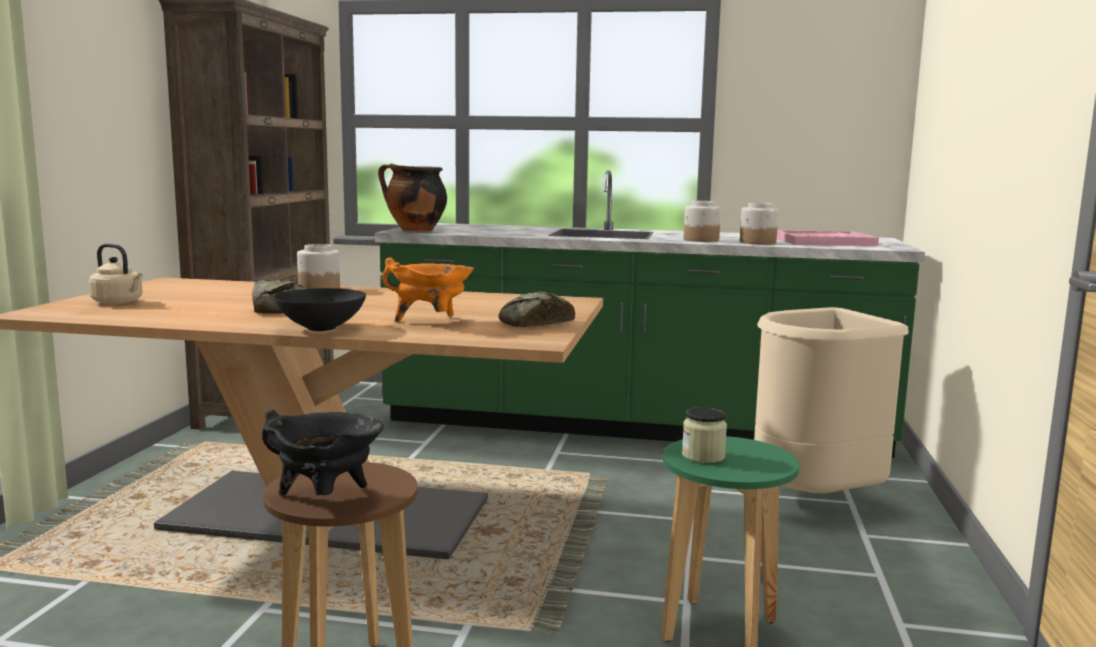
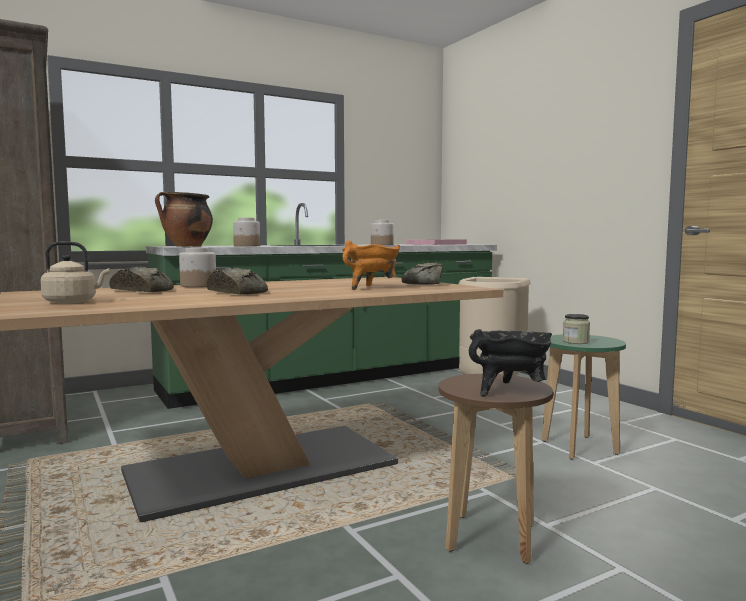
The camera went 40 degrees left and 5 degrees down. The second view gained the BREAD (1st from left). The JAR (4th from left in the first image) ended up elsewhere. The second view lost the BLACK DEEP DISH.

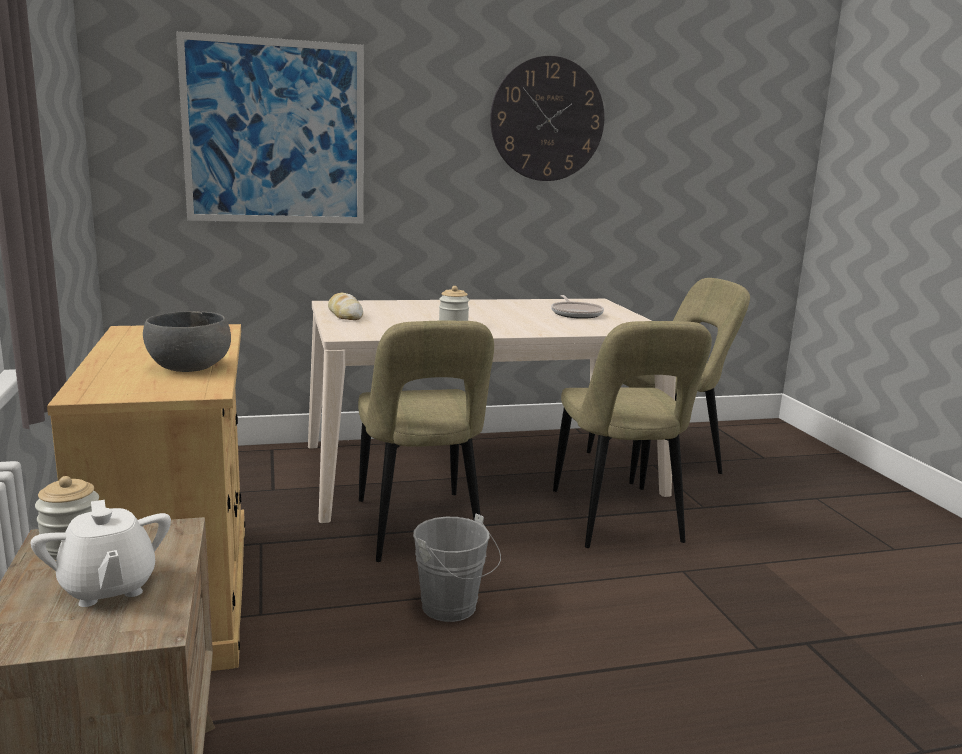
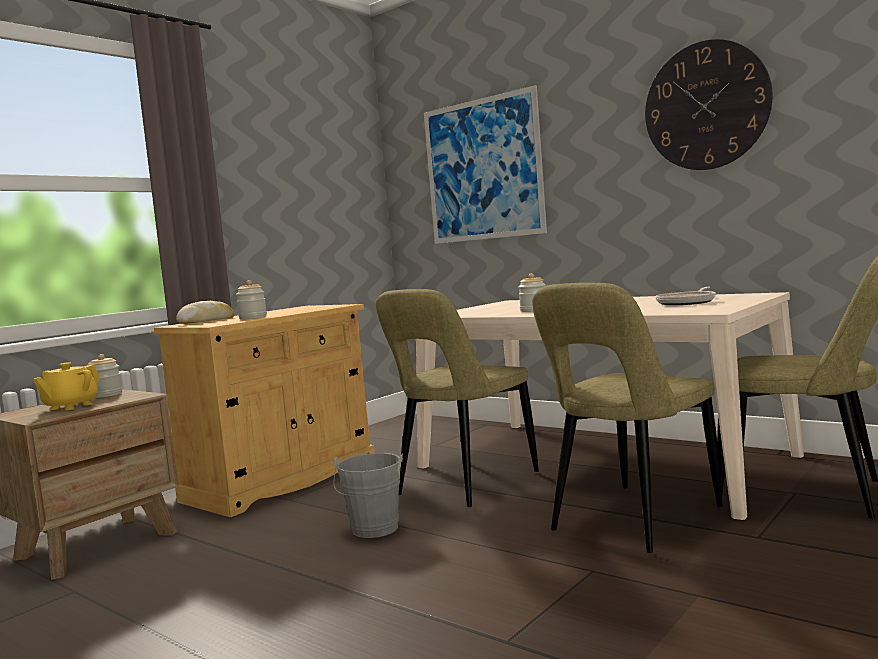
The camera went 55 degrees right and 10 degrees down. What was the WHITE-COLOURED POT FOR TEA turned into the YELLOWISH POT FOR TEA. The BREAD ended up elsewhere. Where the GREY DEEP DISH stood, the JAR (2nd from left) came to stand.

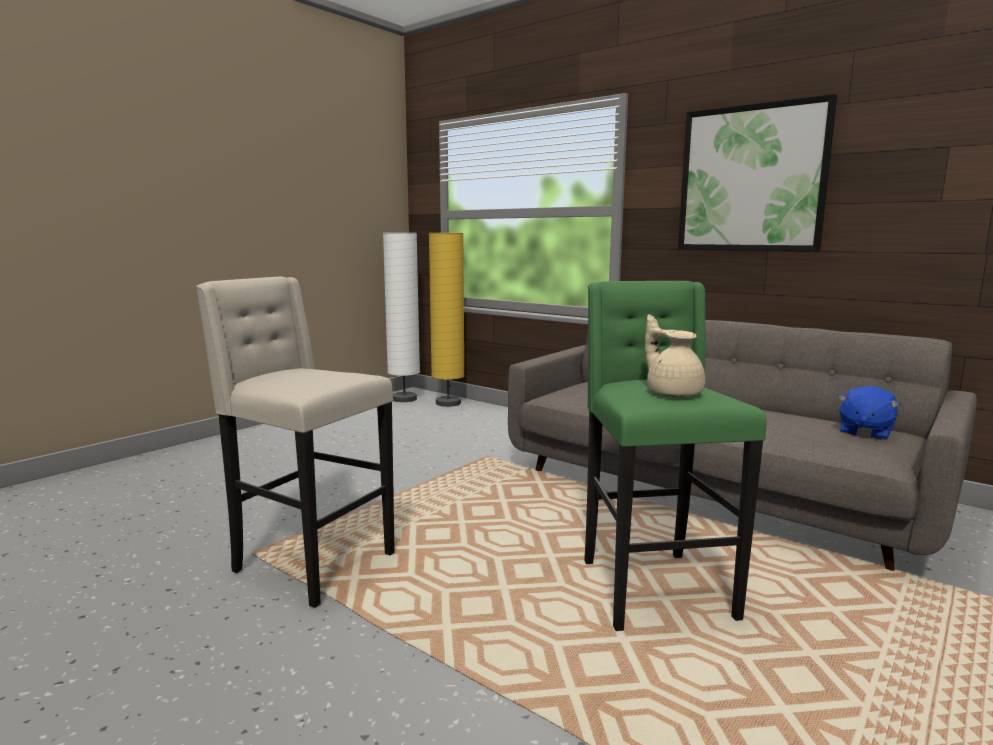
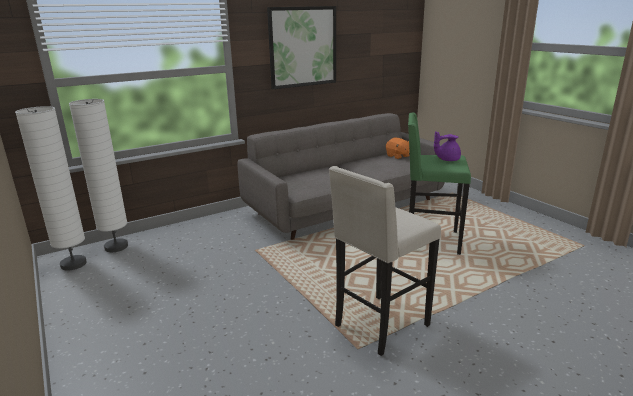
The camera went 70 degrees left and 10 degrees up. What was the YELLOWISH FLOOR LAMP turned into the WHITE-COLOURED FLOOR LAMP (2nd from left). What was the BLUE-COLOURED SOFT TOY turned into the ORANGE SOFT TOY. What was the BEIGE-COLOURED POT FOR TEA turned into the PURPLE POT FOR TEA.

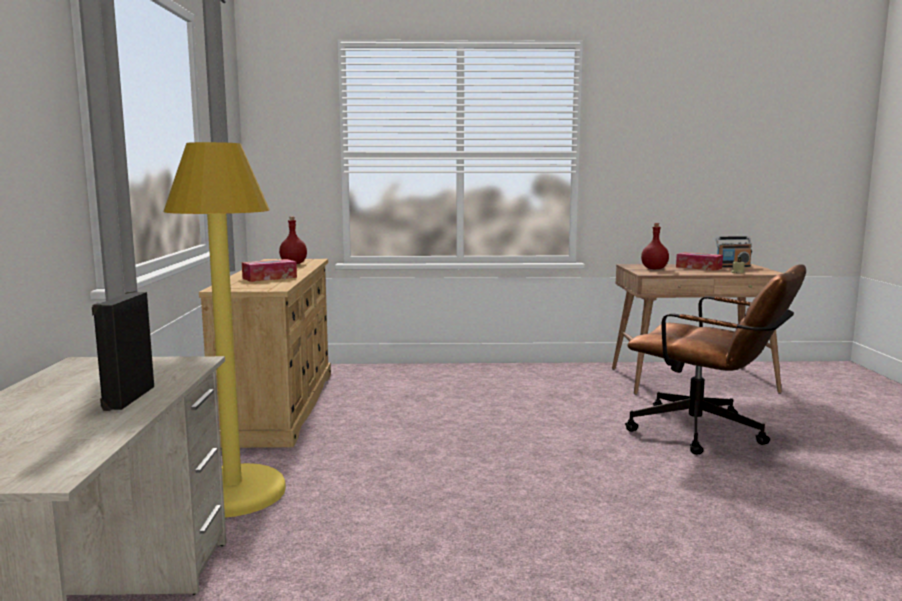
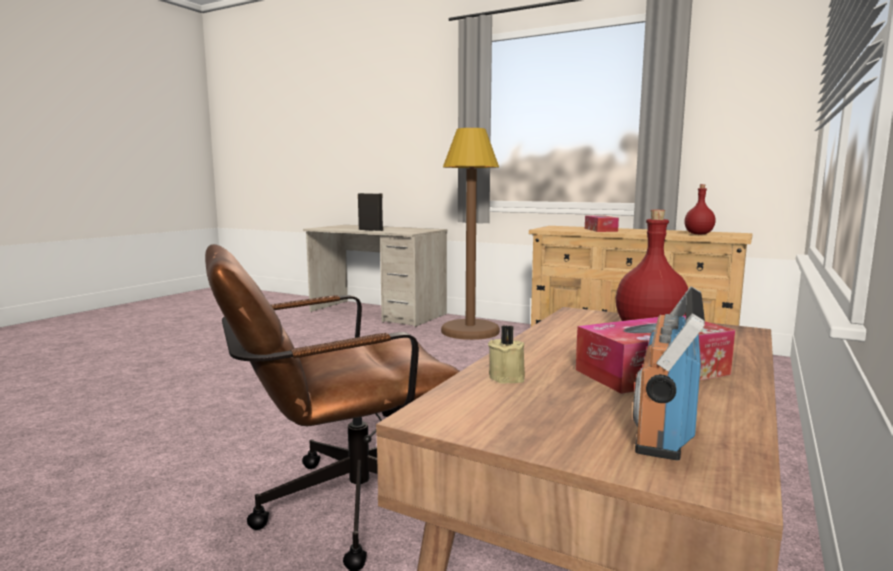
The camera went 120 degrees right and 0 degrees up. What was the YELLOWISH FLOOR LAMP turned into the BROWNISH FLOOR LAMP.

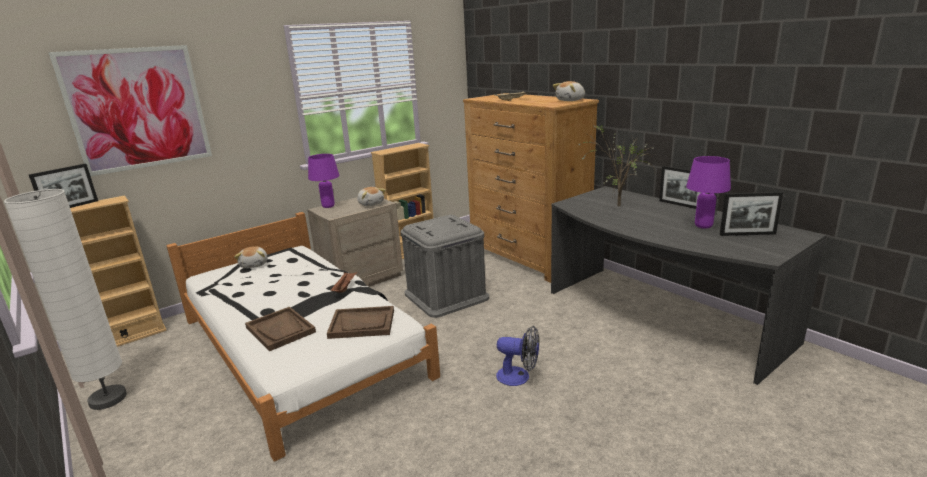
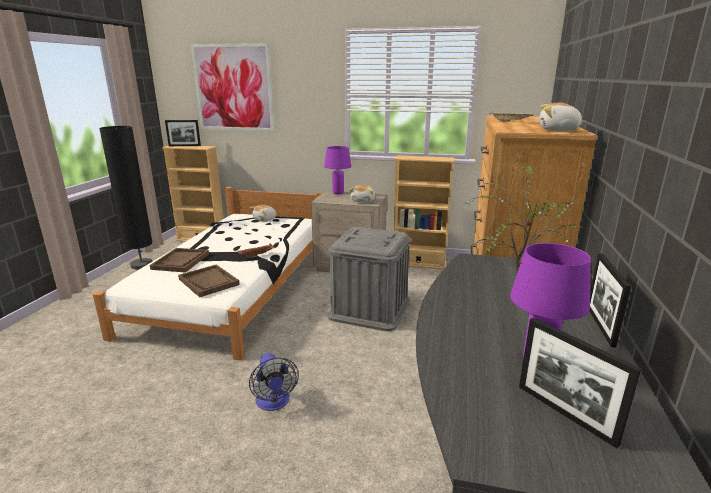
The camera went 50 degrees right and 0 degrees up. What was the WHITE-COLOURED FLOOR LAMP turned into the BLACK FLOOR LAMP.

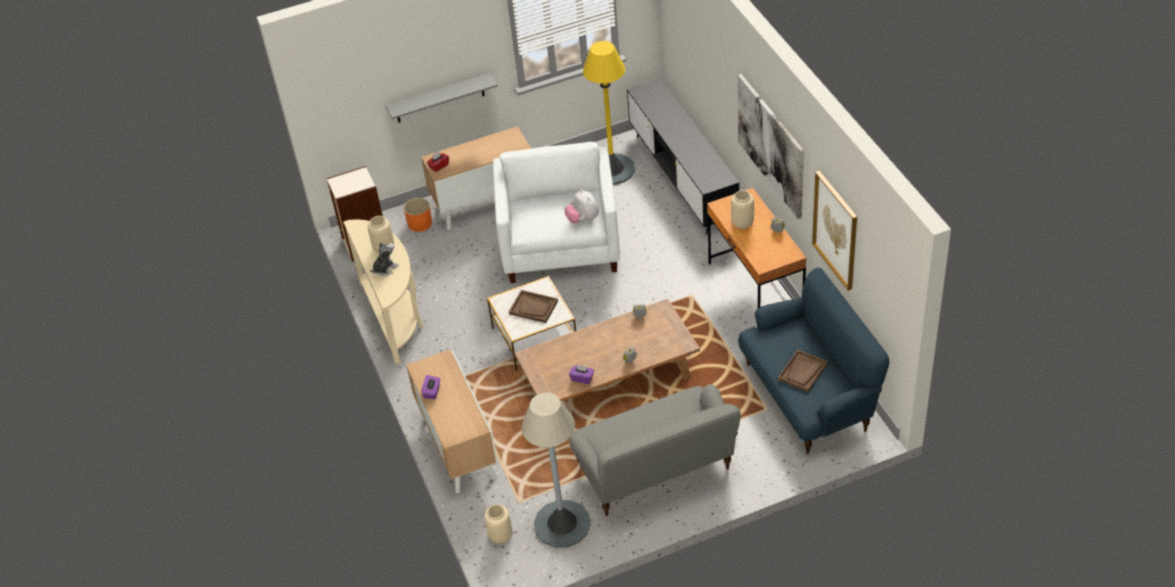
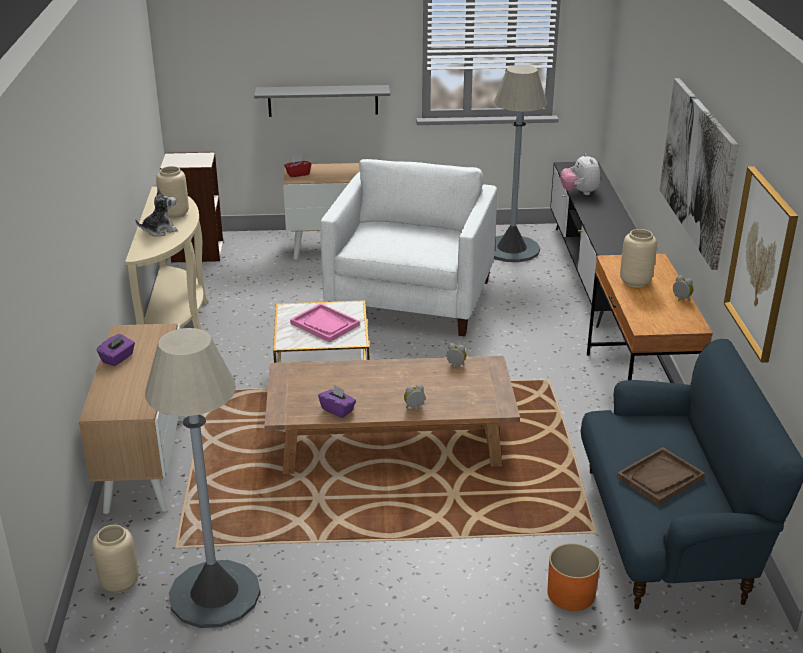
The camera went 15 degrees right and 15 degrees down. What was the BROWNISH SERVING TRAY (1st from left) turned into the PINK-COLOURED SERVING TRAY. What was the YELLOWISH FLOOR LAMP turned into the GREY FLOOR LAMP (2nd from left). The ORANGE PLANTER ended up elsewhere. The SOFT TOY (2nd from left) ended up elsewhere. The second view lost the GREY SOFA.

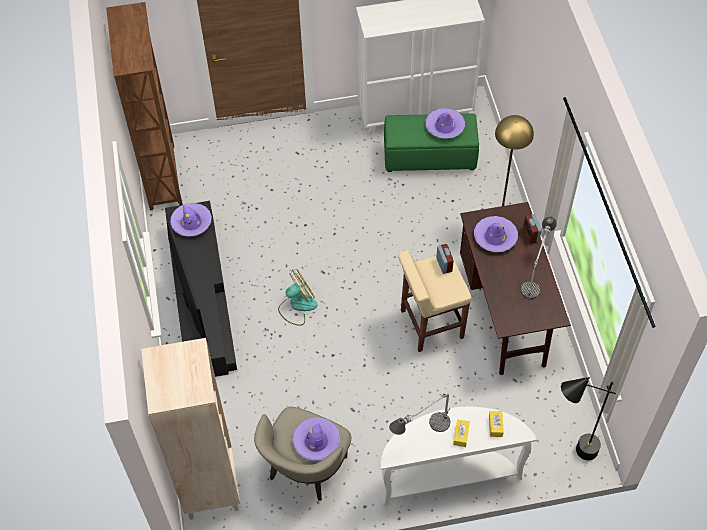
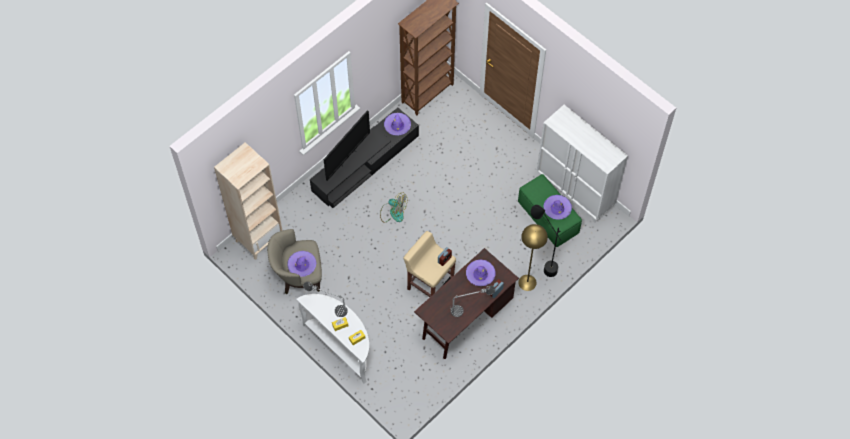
The camera went 55 degrees right and 5 degrees up. The BLACK FLOOR LAMP ended up elsewhere.

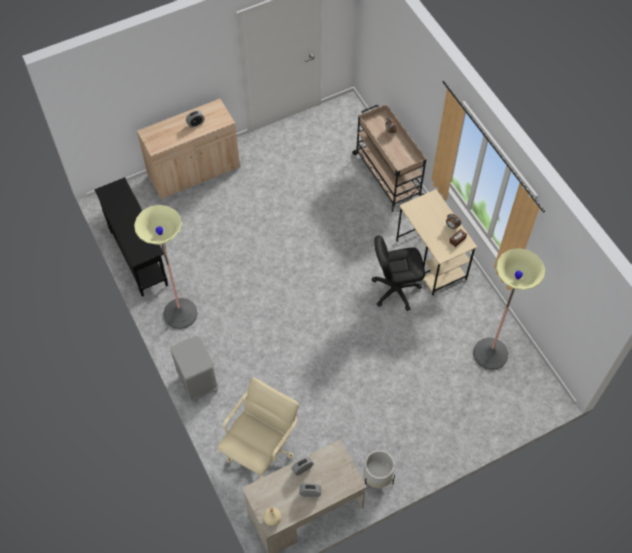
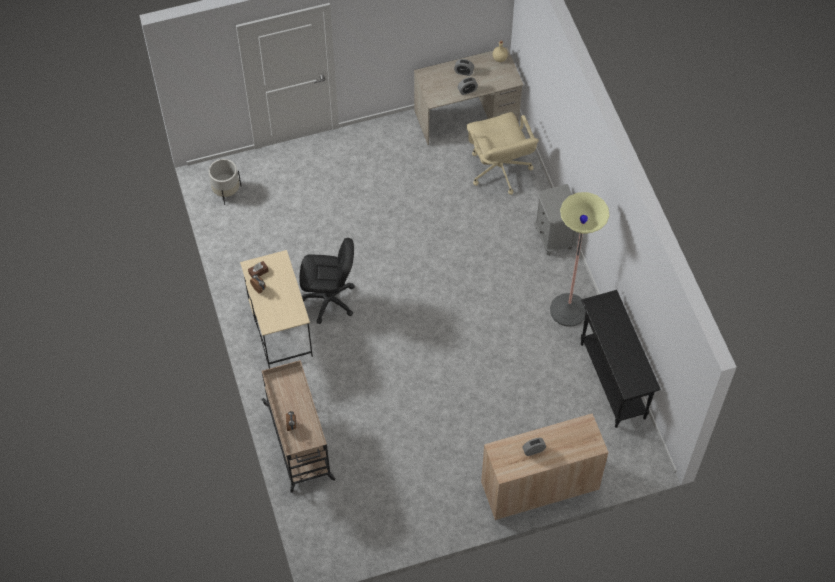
The camera went 170 degrees left and 0 degrees up. The WHITE-COLOURED PLANTER ended up elsewhere. The BEIGE-COLOURED DESK CHAIR ended up facing another way, 60 degrees counterclockwise from before. The second view lost the FLOOR LAMP (2nd from left).

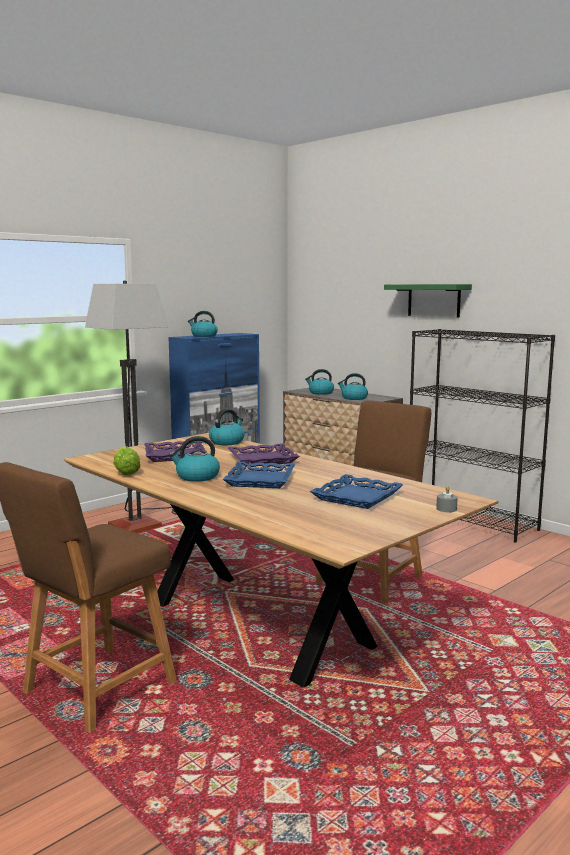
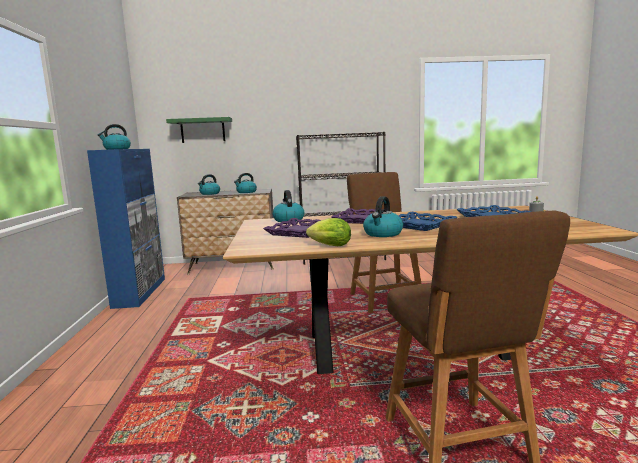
The camera went 50 degrees left and 0 degrees up. The GREENISH BRACKET SHELF ended up elsewhere. The second view lost the FLOOR LAMP.

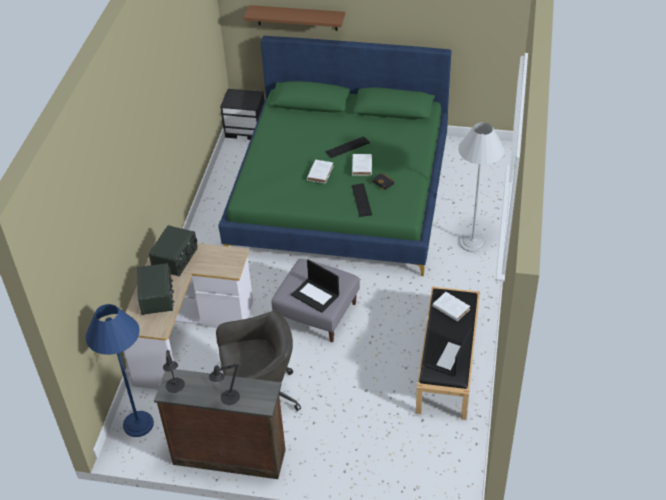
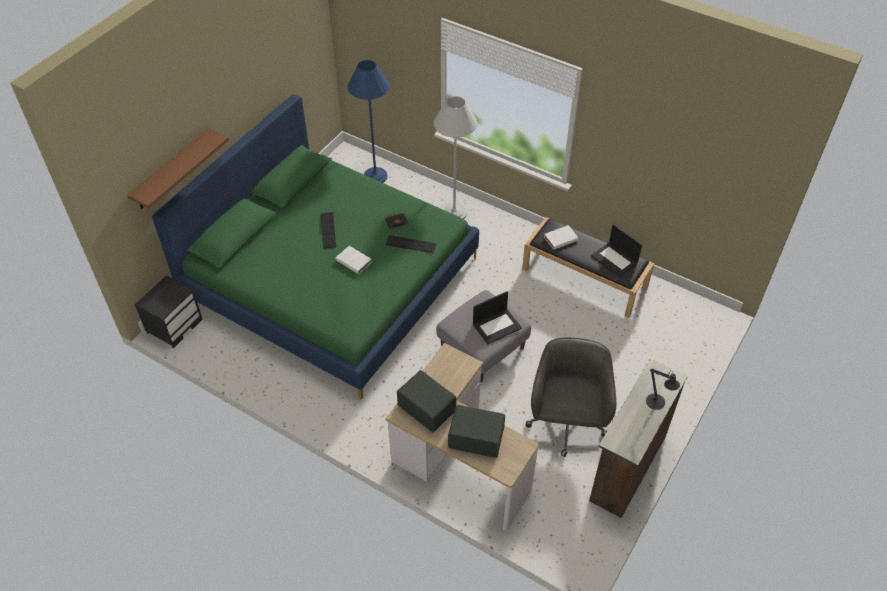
The camera went 70 degrees left and 5 degrees up. The BLUE-COLOURED FLOOR LAMP ended up elsewhere. The second view lost the BLACK TABLETOP LAMP (1st from left). The second view lost the WHITE-COLOURED BOUND BOOK (2nd from left).

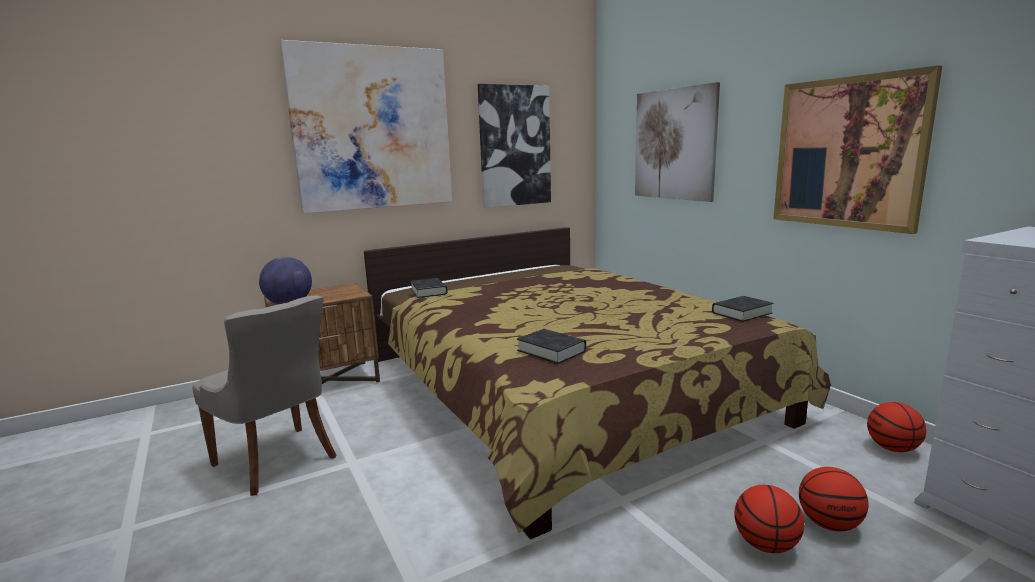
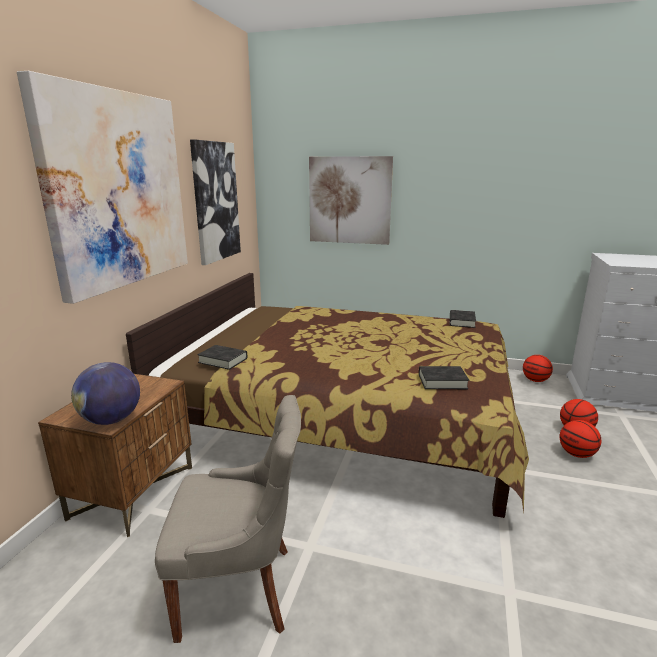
The camera went 45 degrees left and 5 degrees up. The second view lost the WALL ART (4th from left).

